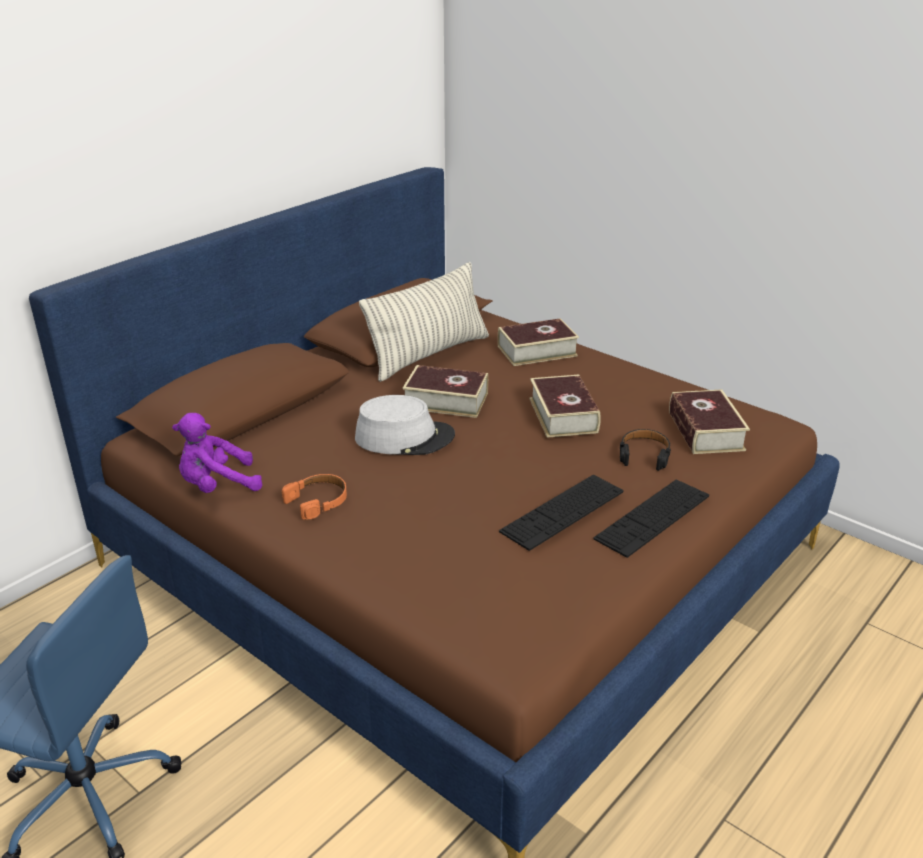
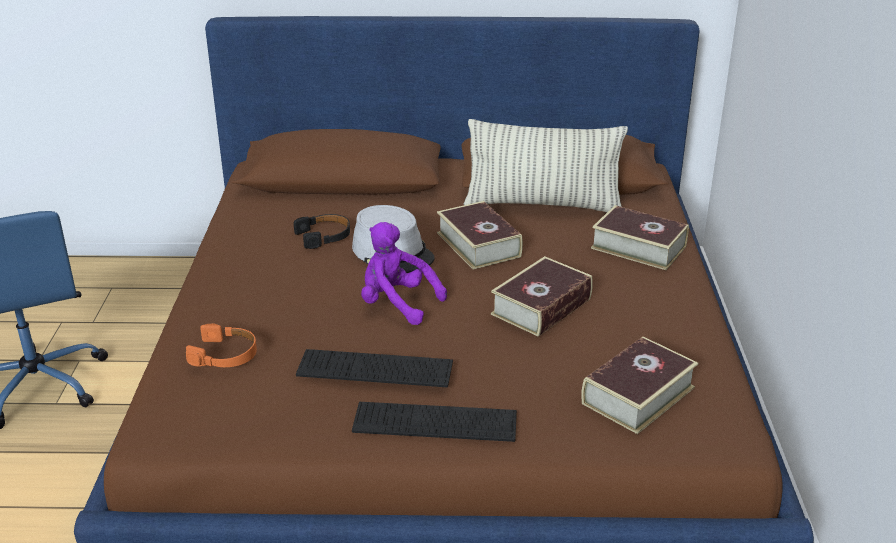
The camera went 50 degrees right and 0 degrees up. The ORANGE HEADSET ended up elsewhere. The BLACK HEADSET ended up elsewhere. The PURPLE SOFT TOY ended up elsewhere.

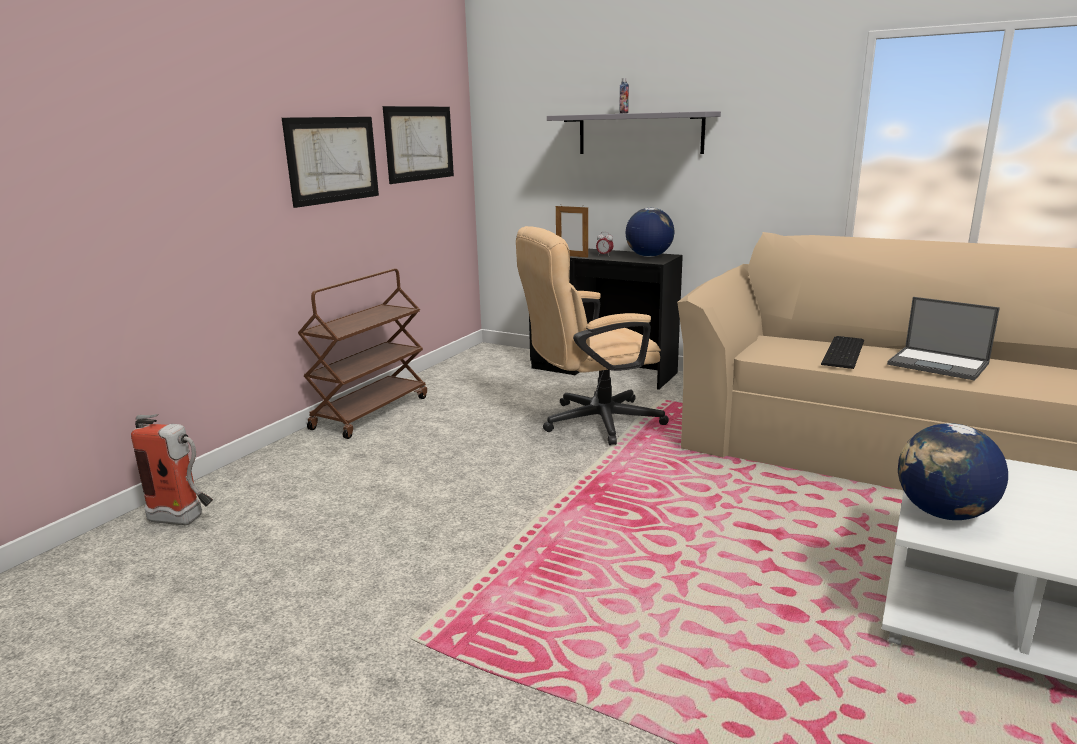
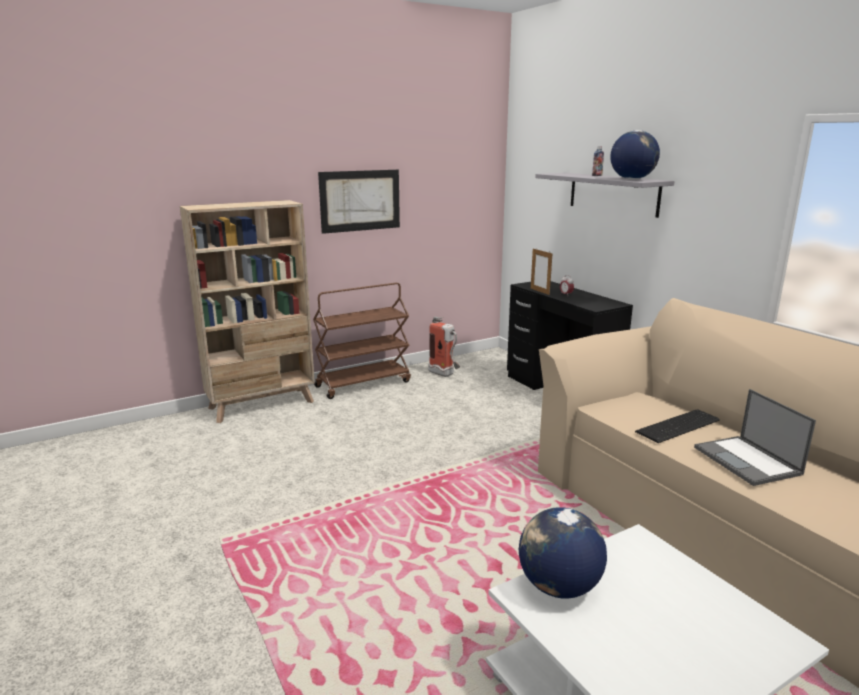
The camera went 30 degrees right and 0 degrees up. The second view gained the BEIGE-COLOURED BOOKCASE. The EXTINGUISHER ended up elsewhere. The DESK GLOBE (1st from left in the first image) ended up elsewhere. The second view lost the WALL ART (2nd from left). The second view lost the BEIGE-COLOURED DESK CHAIR.

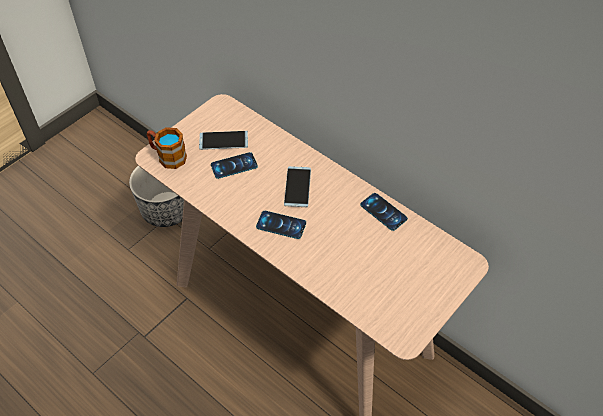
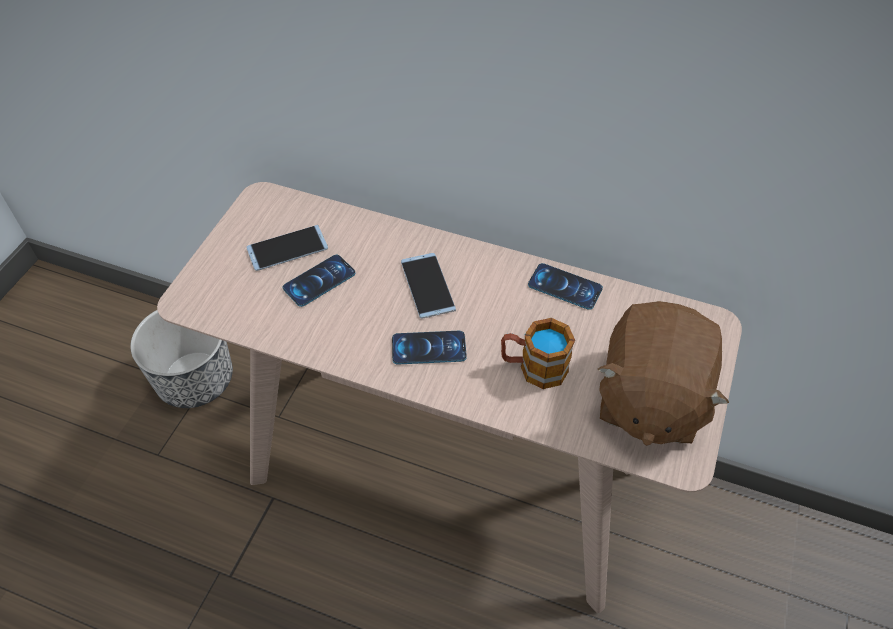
The camera went 20 degrees left and 0 degrees up. The TEA MUG ended up elsewhere. The second view gained the BROWNISH SOFT TOY.

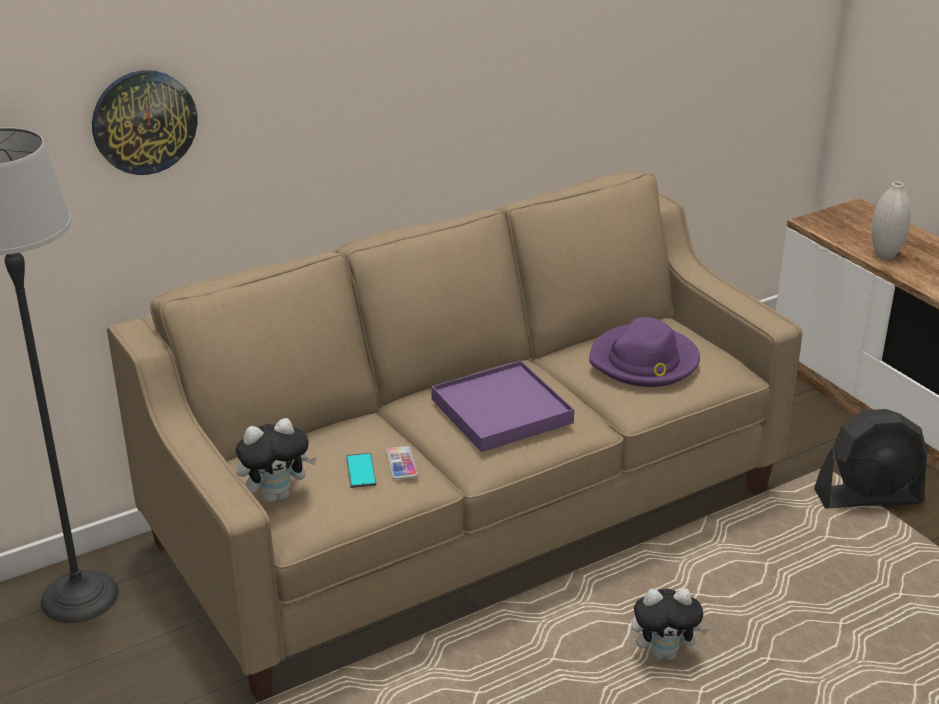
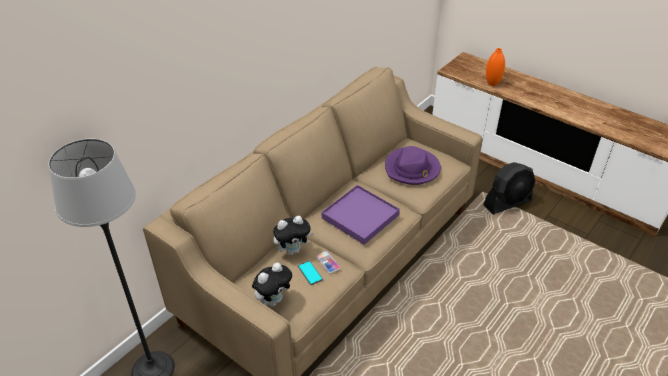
The camera went 20 degrees left and 10 degrees up. The SOFT TOY (2nd from left) ended up elsewhere. What was the WHITE-COLOURED FLOWER VASE turned into the ORANGE FLOWER VASE. The second view lost the HANGING CLOCK.

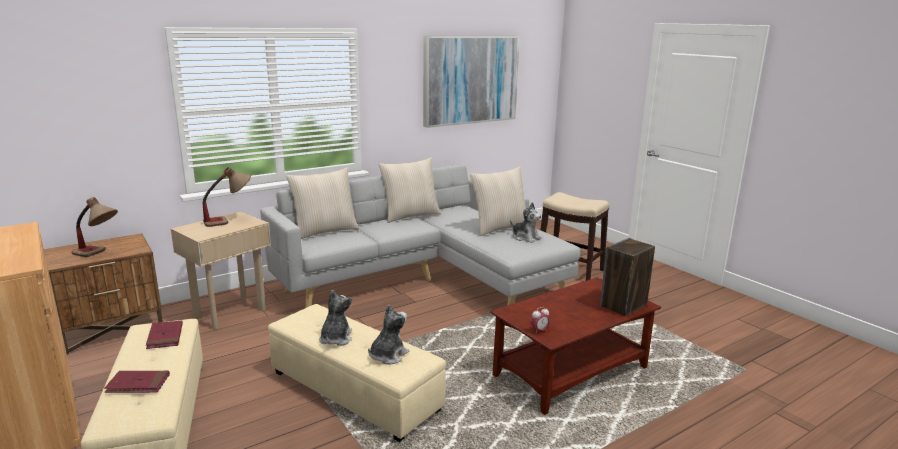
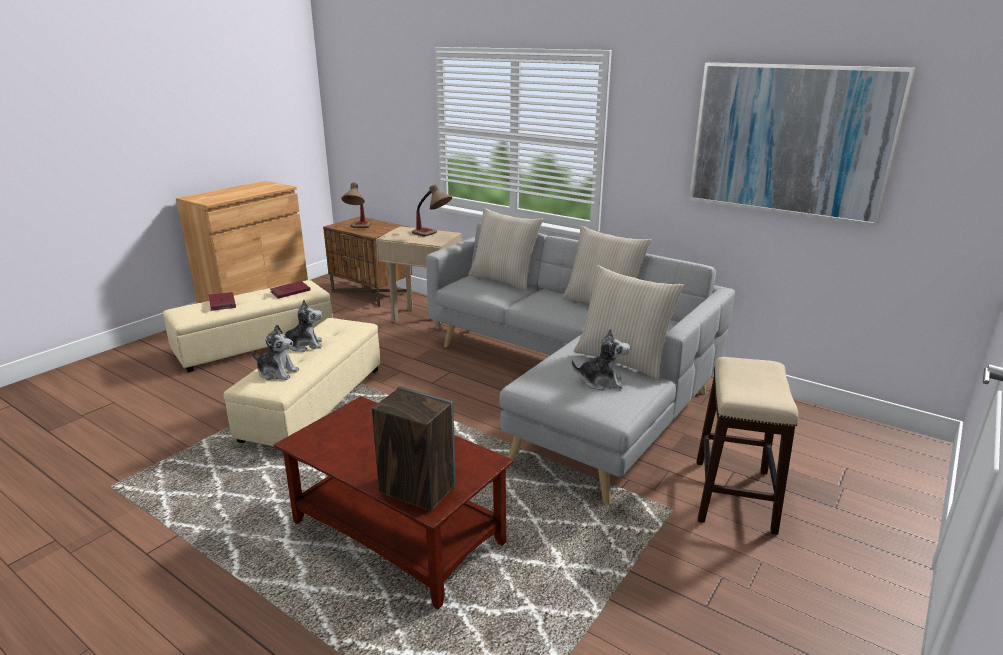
The camera went 70 degrees right and 5 degrees up. The SOFT TOY (3rd from left) ended up facing another way, 105 degrees counterclockwise from before. The second view lost the BEDSIDE CLOCK.

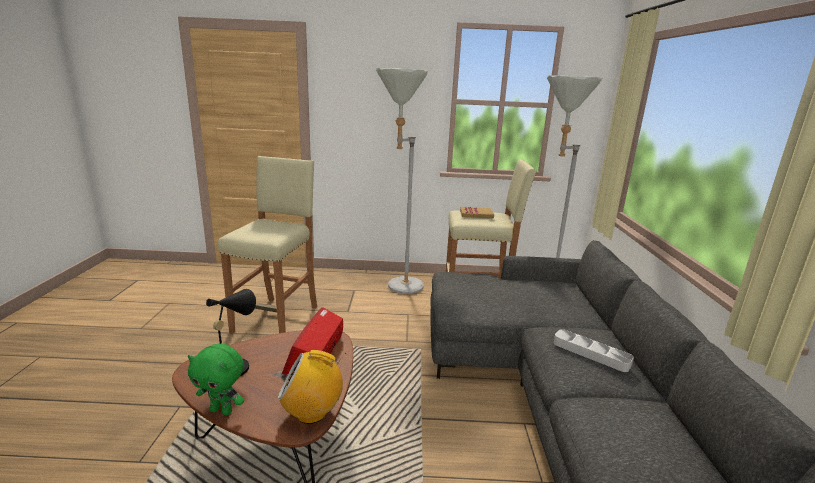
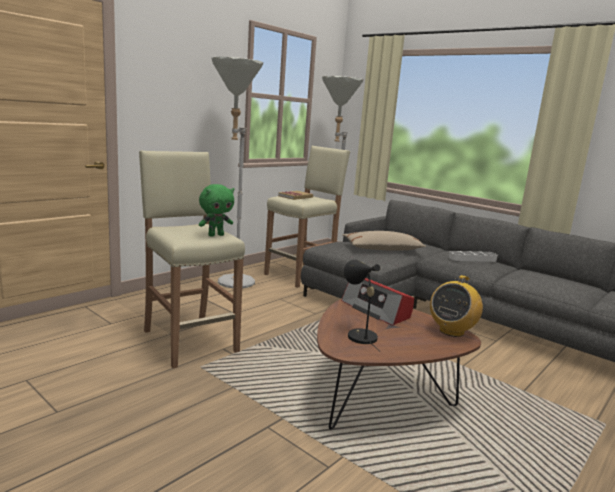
The camera went 50 degrees left and 5 degrees down. The GREENISH SOFT TOY ended up elsewhere. The second view gained the BEIGE-COLOURED PILLOW.

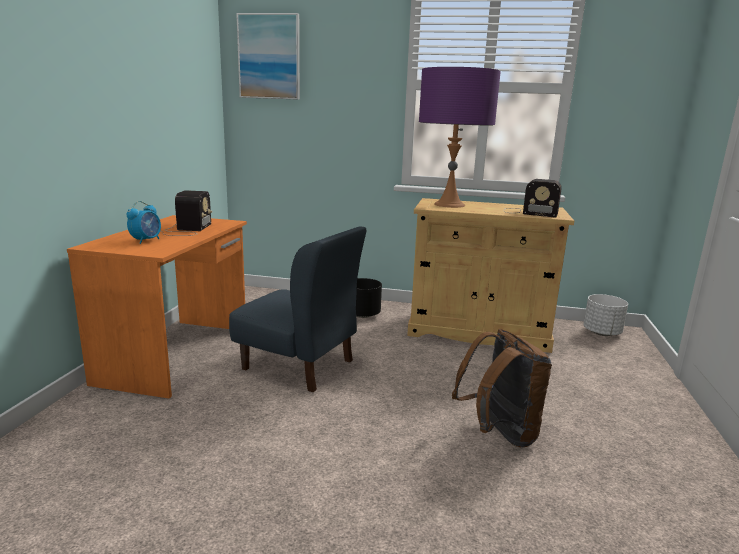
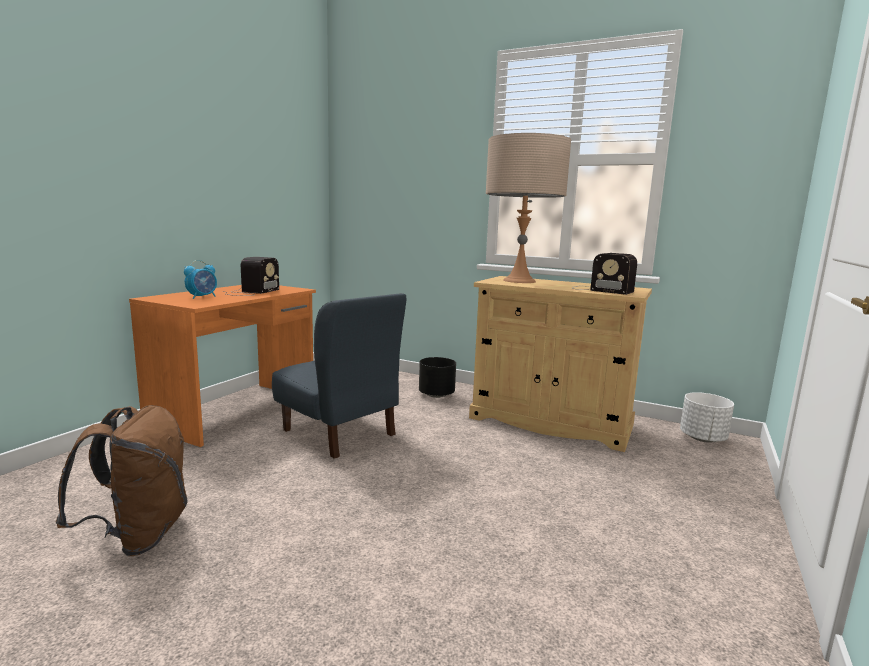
The camera went 15 degrees right and 5 degrees down. The BROWNISH RUCKSACK ended up elsewhere. What was the PURPLE TABLETOP LAMP turned into the BEIGE-COLOURED TABLETOP LAMP. The second view lost the WALL ART.

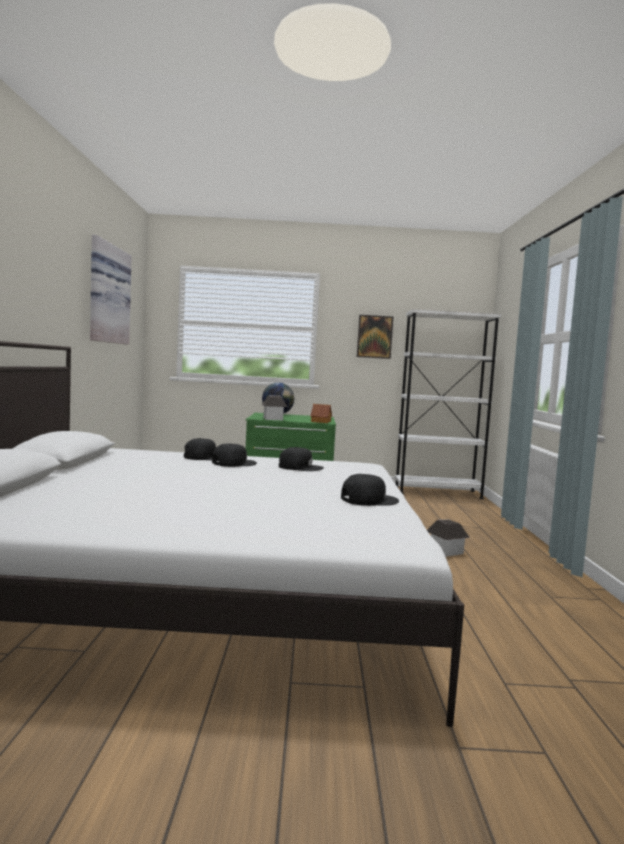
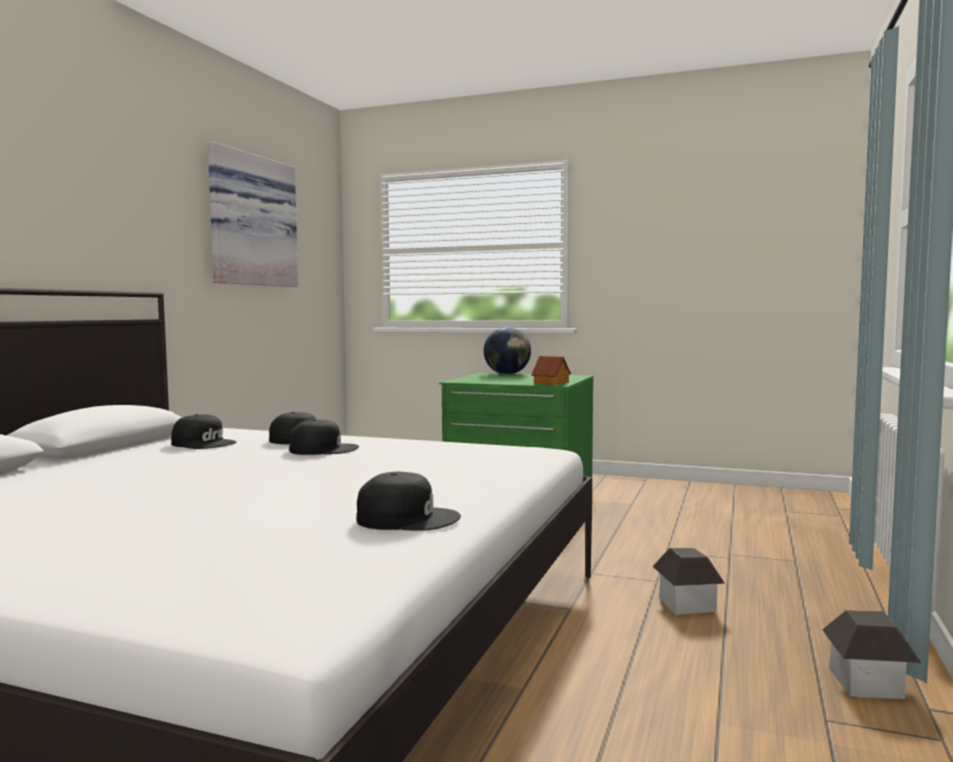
The camera went 20 degrees right and 0 degrees up. The BLACK CAP (3rd from left in the first image) ended up elsewhere. The MINIATURE HOUSE (1st from left in the first image) ended up elsewhere. The second view lost the WALL ART (2nd from left). The second view lost the WHITE-COLOURED BOOKCASE.

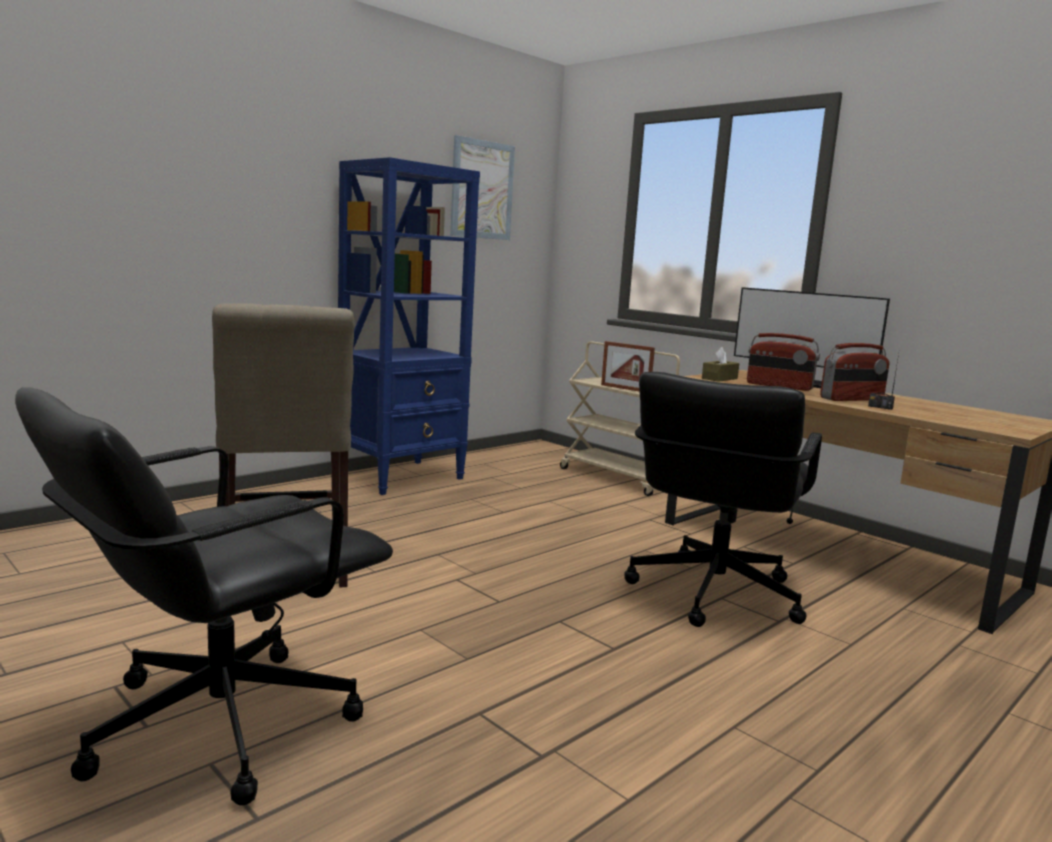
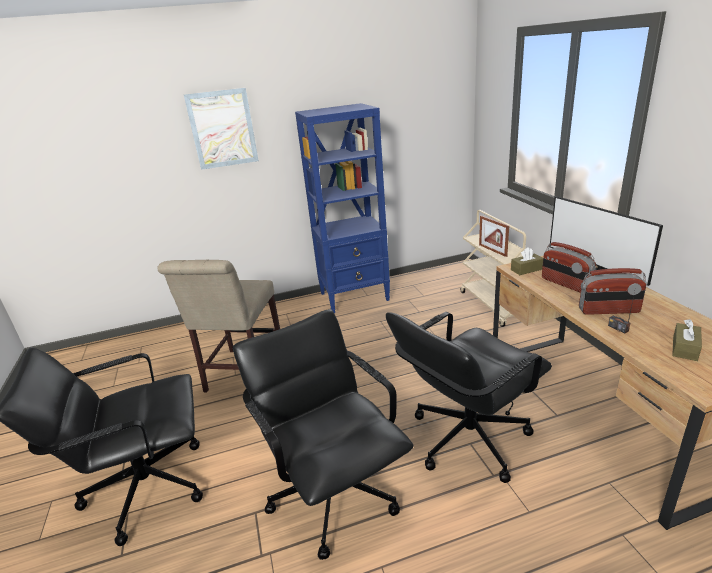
The camera went 30 degrees right and 15 degrees up. The WALL ART ended up elsewhere. The second view gained the BLACK DESK CHAIR (2nd from left). The second view gained the BROWNISH BOX OF TISSUES (2nd from left).

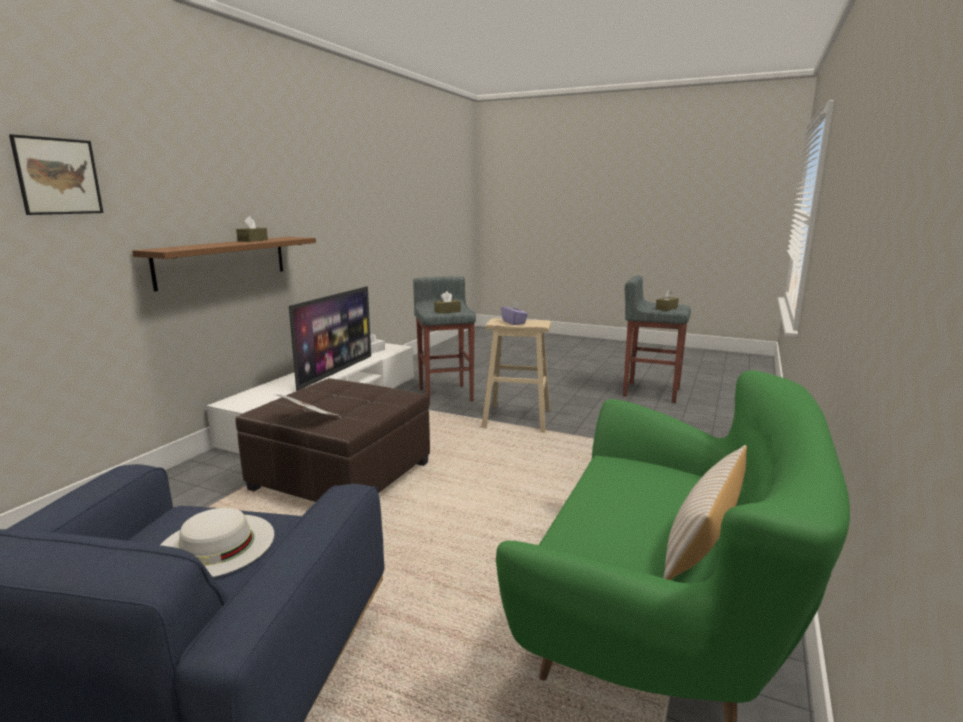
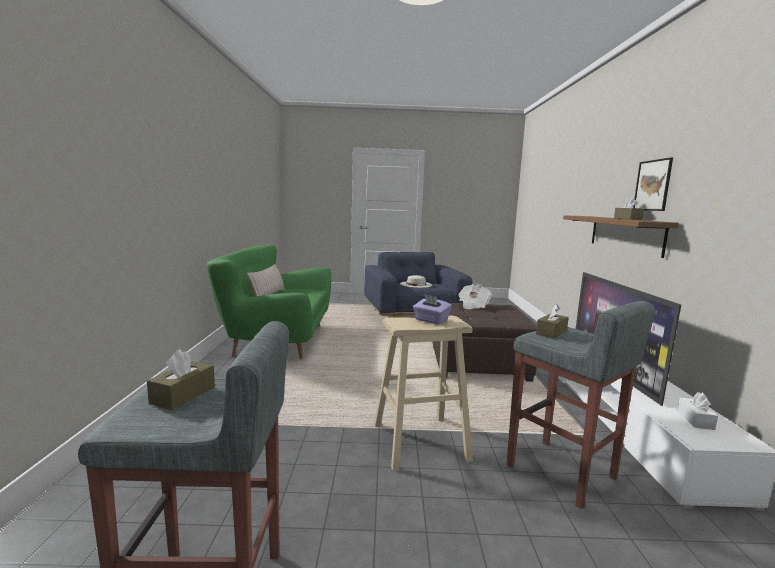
The camera went 155 degrees right and 5 degrees down. The WALL ART ended up elsewhere.

